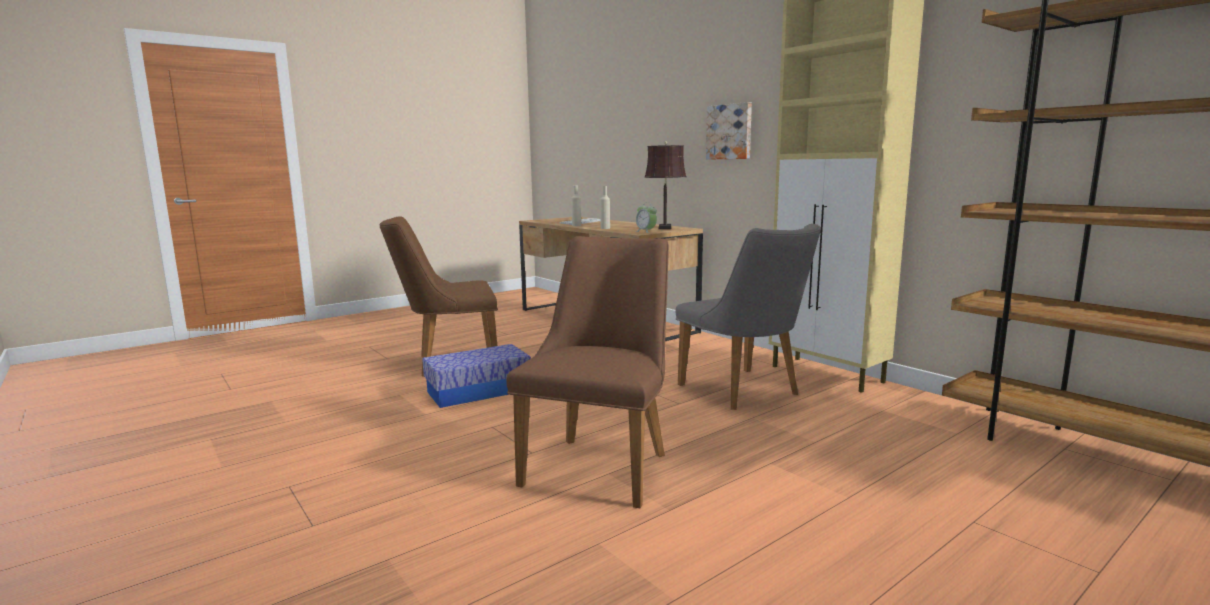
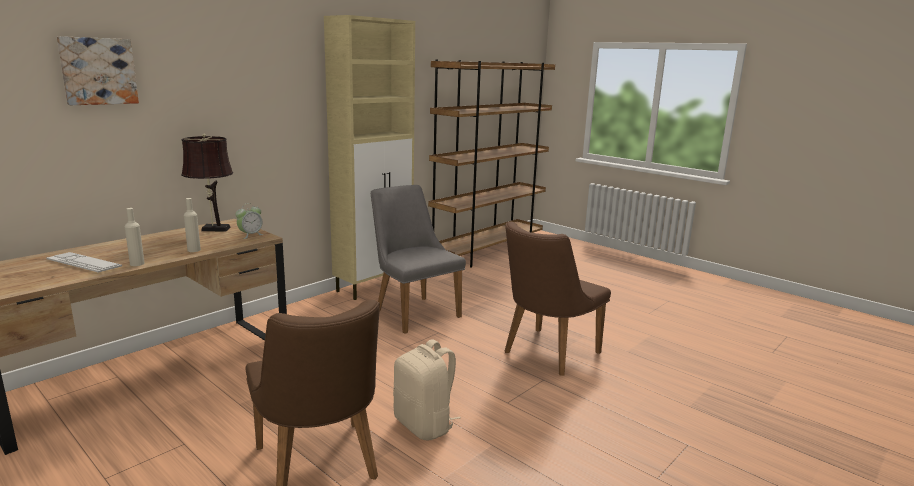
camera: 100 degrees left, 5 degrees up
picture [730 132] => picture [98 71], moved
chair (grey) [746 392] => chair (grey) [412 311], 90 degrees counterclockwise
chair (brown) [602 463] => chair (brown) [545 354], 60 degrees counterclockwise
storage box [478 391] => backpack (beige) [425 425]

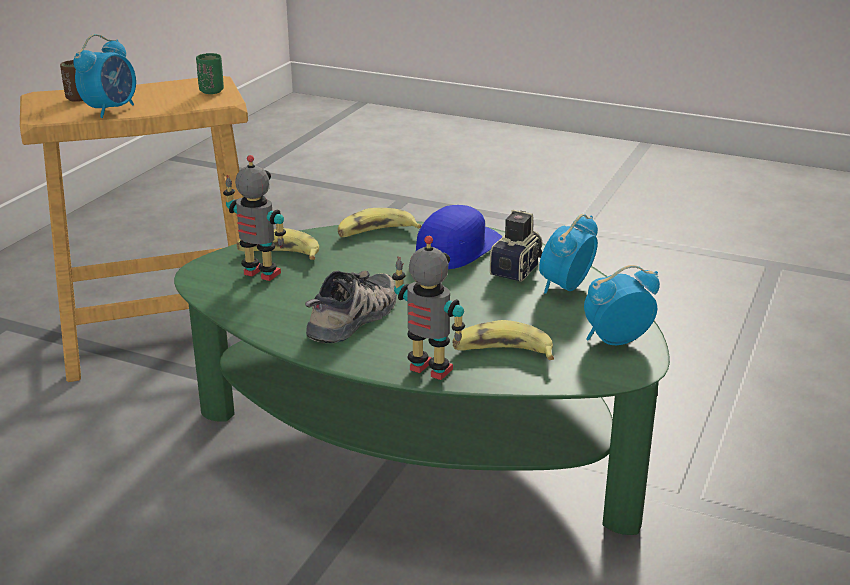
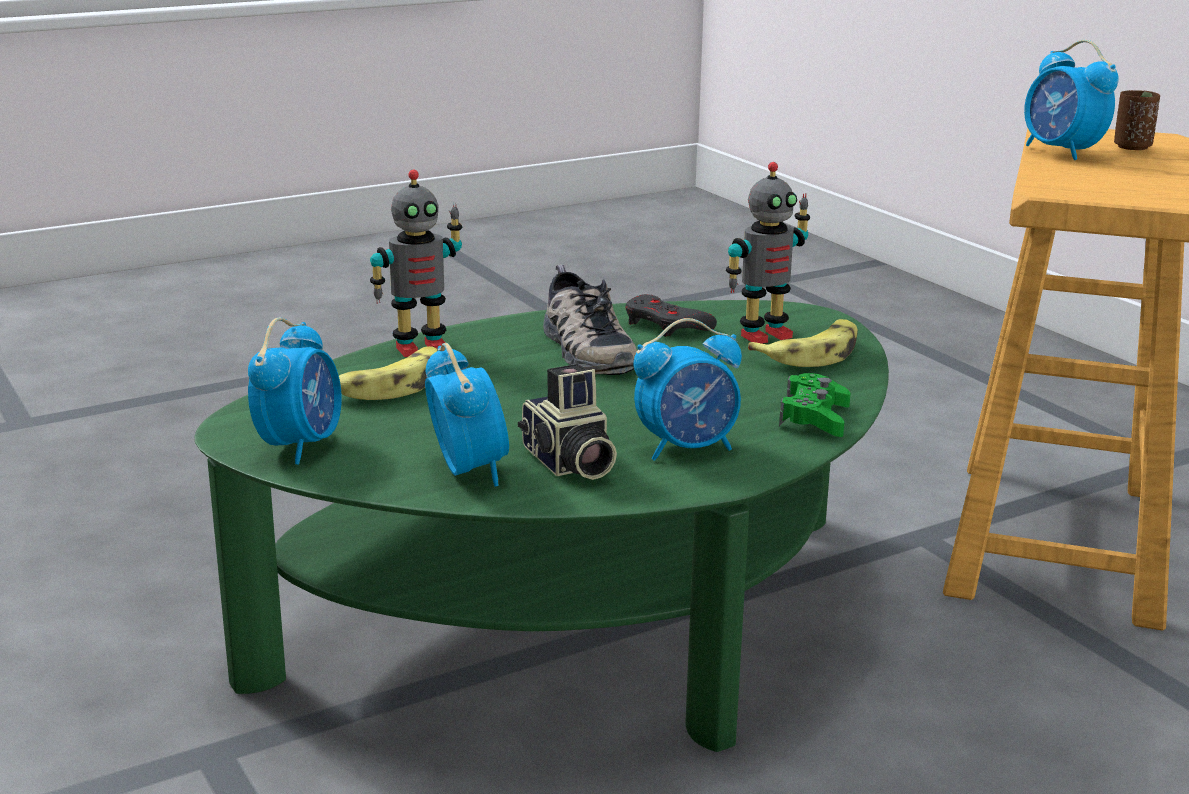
camera: 125 degrees right, 5 degrees down
cup (green) [211 91] => nothing
cap (blue) [458 249] => alarm clock [687 448]
banana [376 233] => game controller (green) [814 417]
nothing => game controller (grey) [666 325]

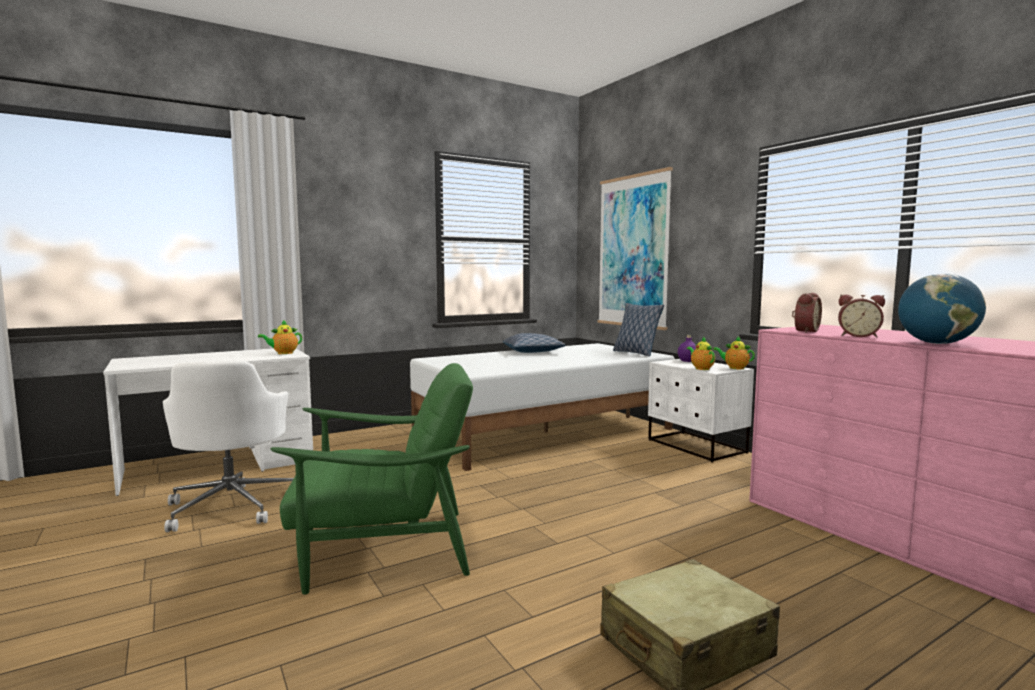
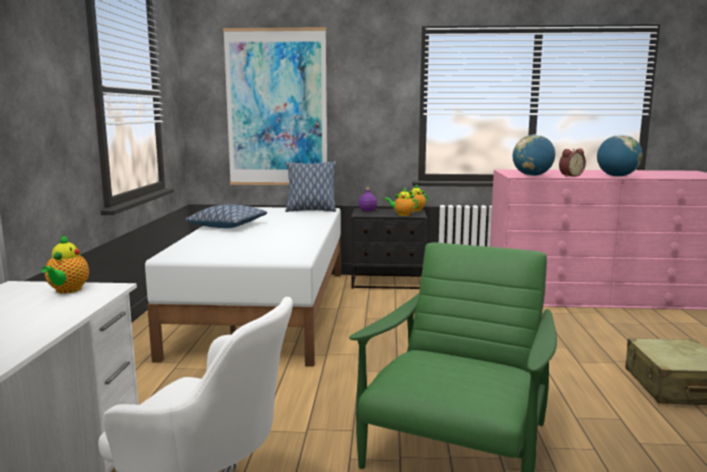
camera: 55 degrees left, 5 degrees up
alarm clock [804 331] => globe [532 175]
nightstand (white) [696 447] => nightstand (black) [388 283]

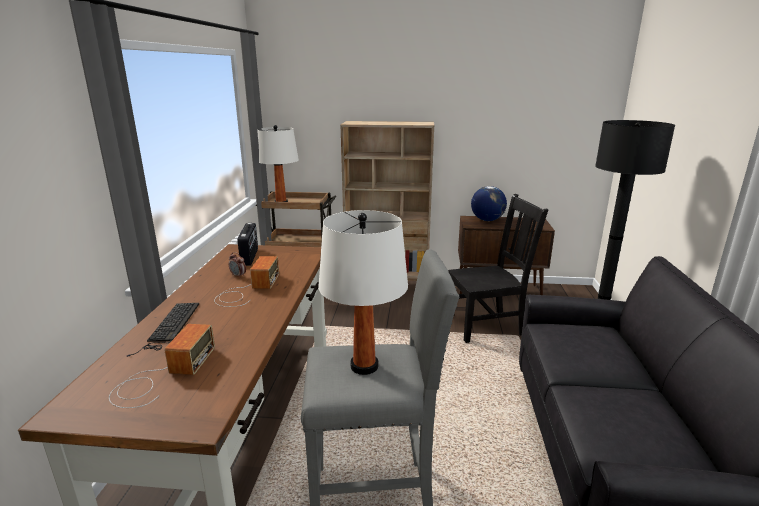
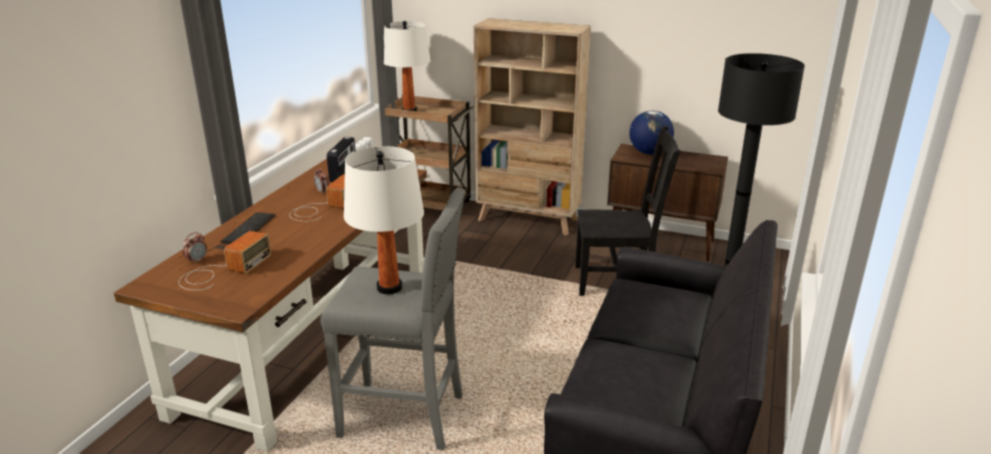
camera: 15 degrees right, 5 degrees up
nothing => alarm clock [197 261]

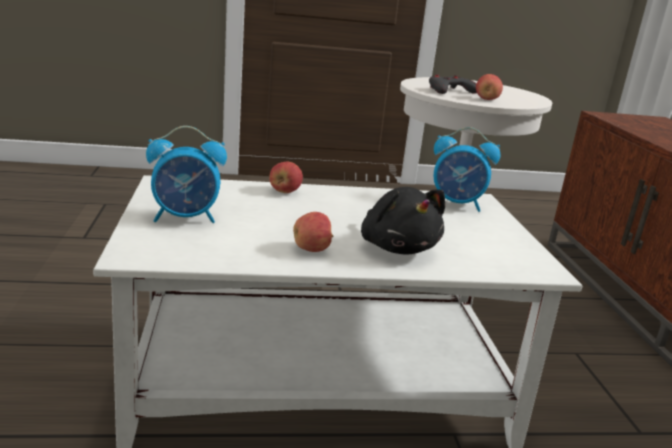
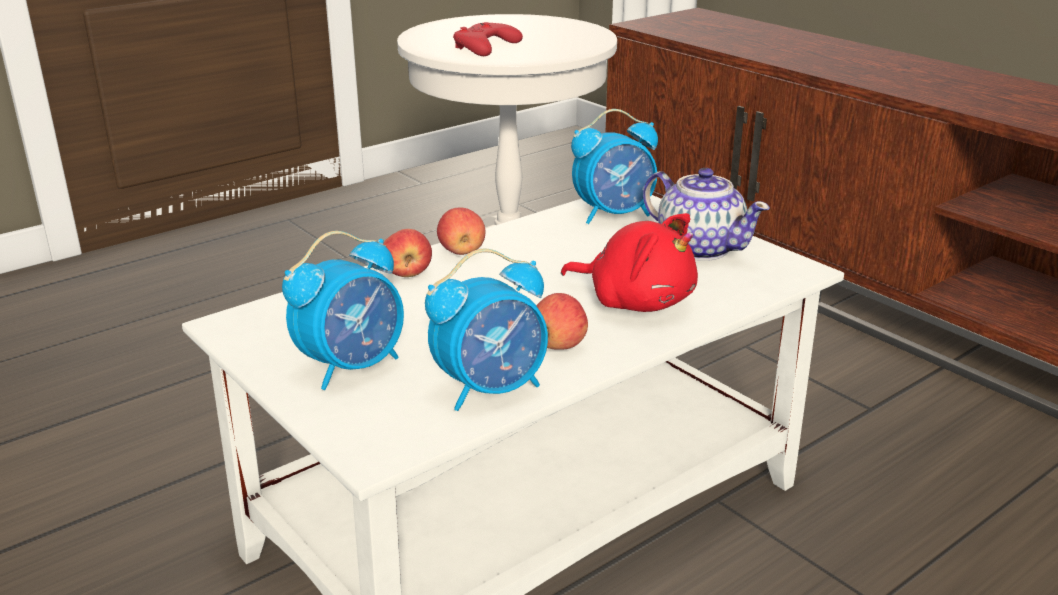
camera: 30 degrees left, 5 degrees up
game controller (grey) [450 91] => game controller (red) [485 47]
apple [486 99] => apple [461 252], moved
plush toy (black) [397 247] => plush toy (red) [636 301]
nothing => teapot [699 248]
nothing => alarm clock [491 389]

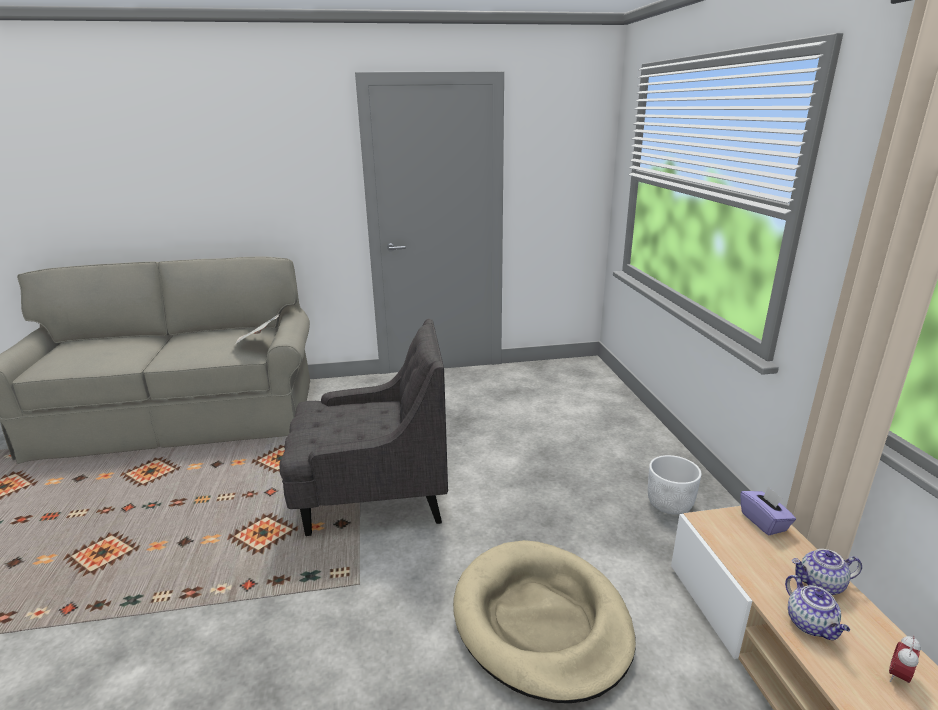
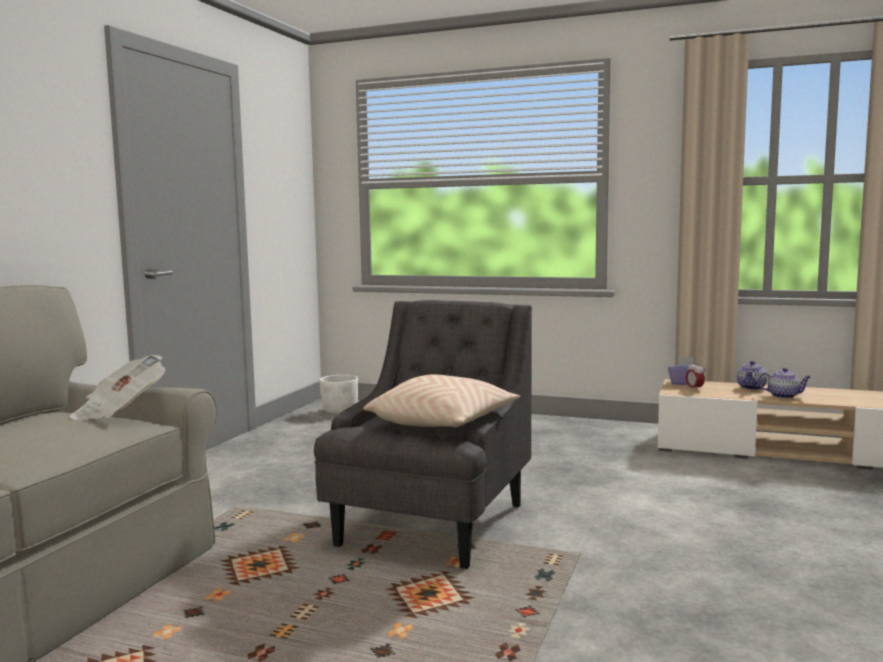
camera: 60 degrees left, 15 degrees down
planter (white) [669 504] => planter (white) [339 411], moved
dog bed (beige) [541 621] => nothing
alarm clock [898 676] => alarm clock [694 389], moved
nothing => pillow (beige) [443 424]

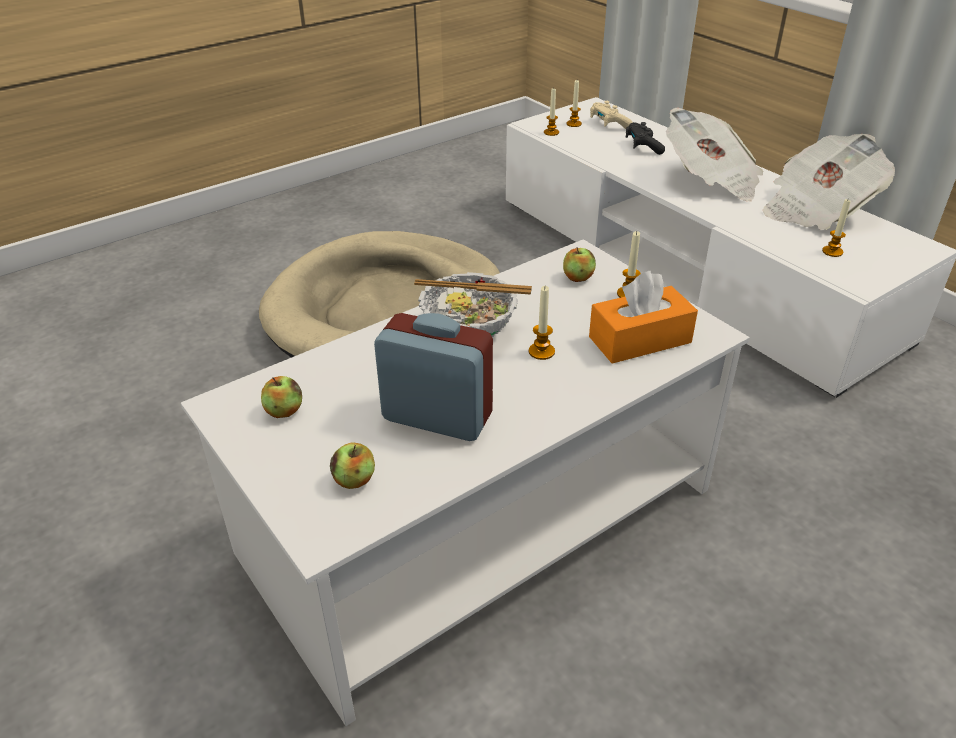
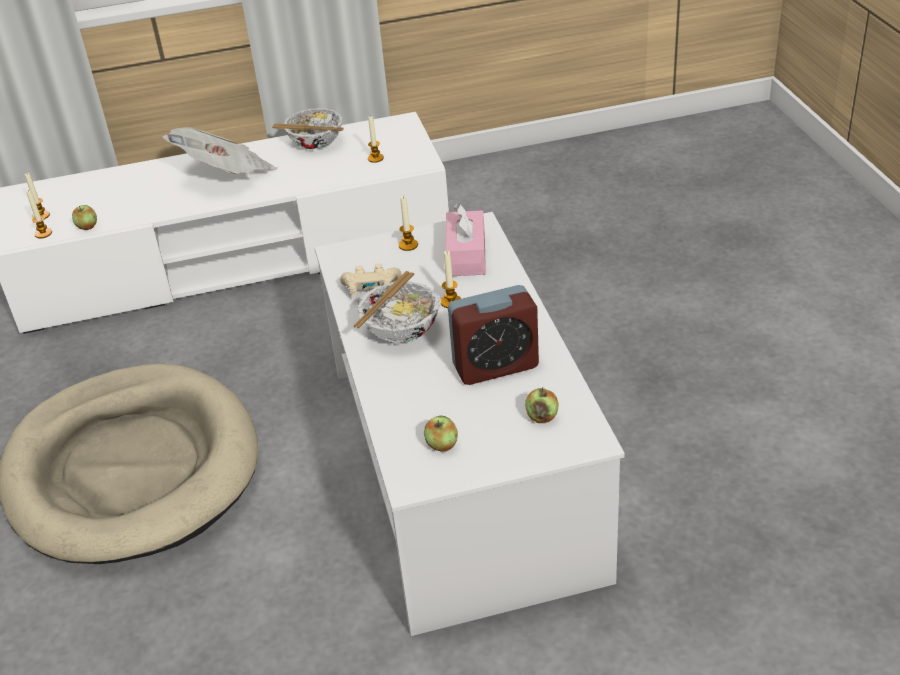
camera: 65 degrees left, 0 degrees up
game controller (beige) [609 124] => game controller (beige) [371 289], moved
game controller (black) [643 147] => nothing
newspaper [817 209] => bowl [316 144]
apple [578 277] => apple [87 227], moved
tissue box (orange) [640 340] => tissue box (pink) [466 255]
alarm clock [437 417] => alarm clock [495 366], 150 degrees counterclockwise

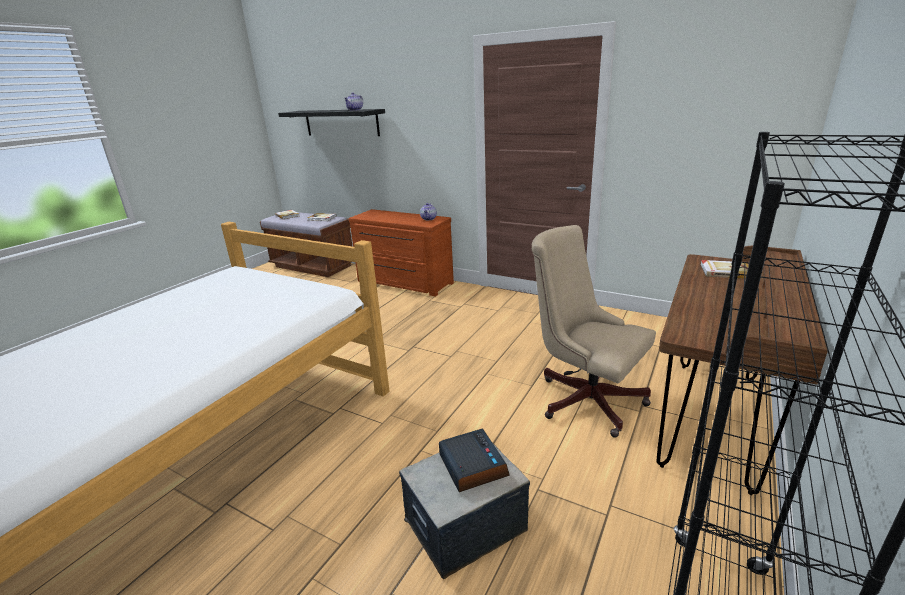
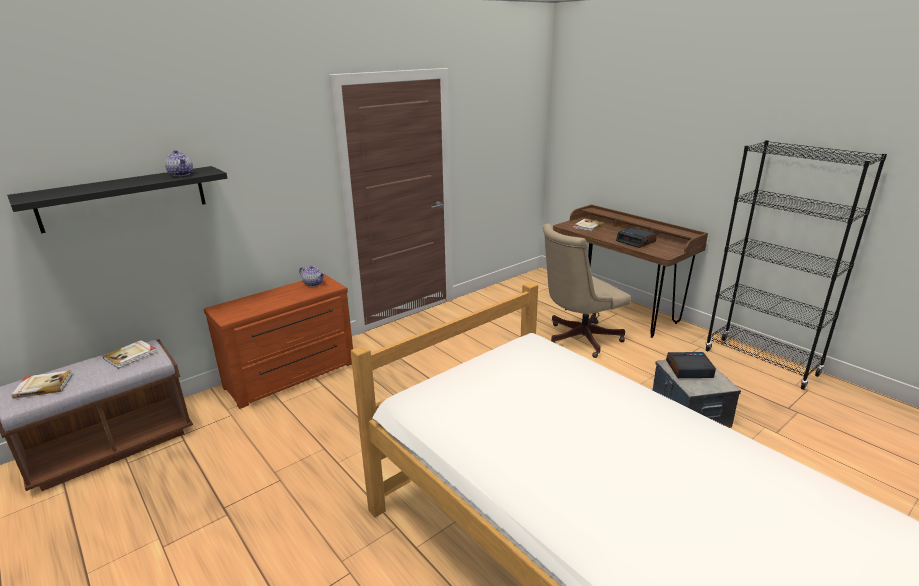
camera: 70 degrees left, 0 degrees up
nothing => alarm clock [636 241]

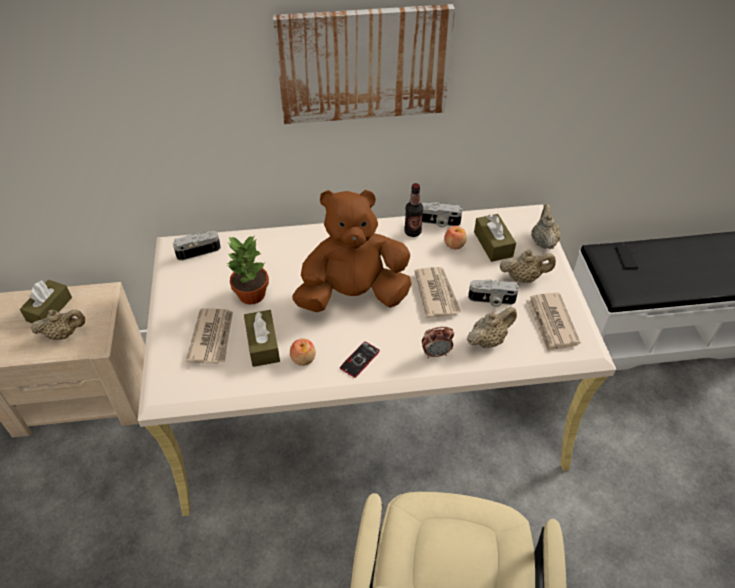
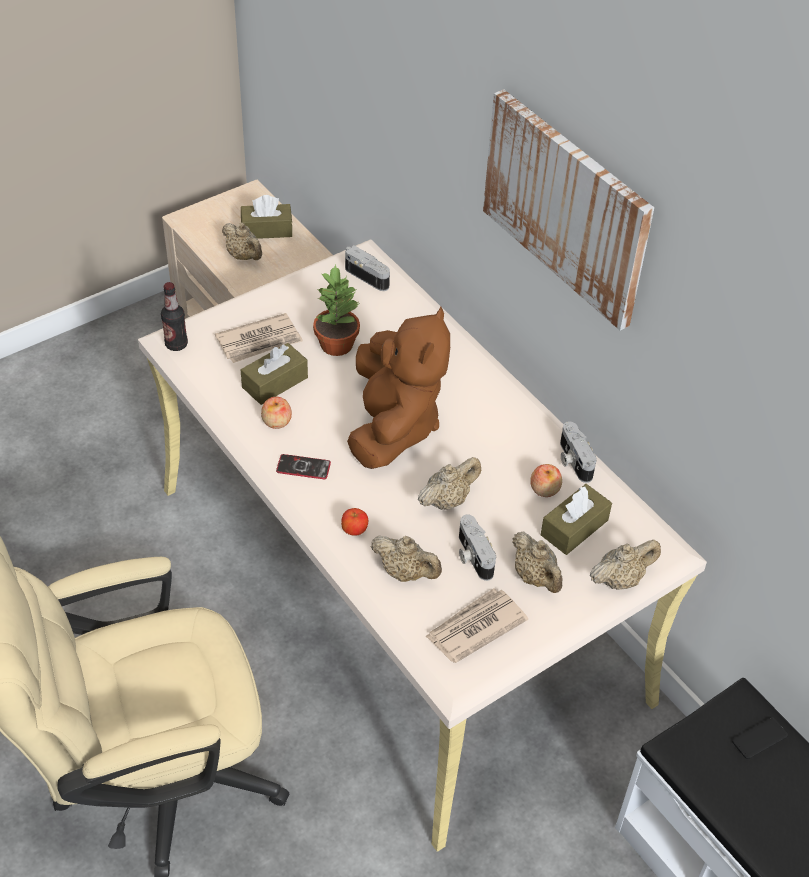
camera: 60 degrees right, 0 degrees up
bottle [412 232] => bottle [176 344], moved
plush toy (brown) [353 295] => plush toy (brown) [393 426], 45 degrees clockwise
newspaper [437 293] => teapot (beige) [447 500]
alarm clock [436 353] => apple [354 530]

